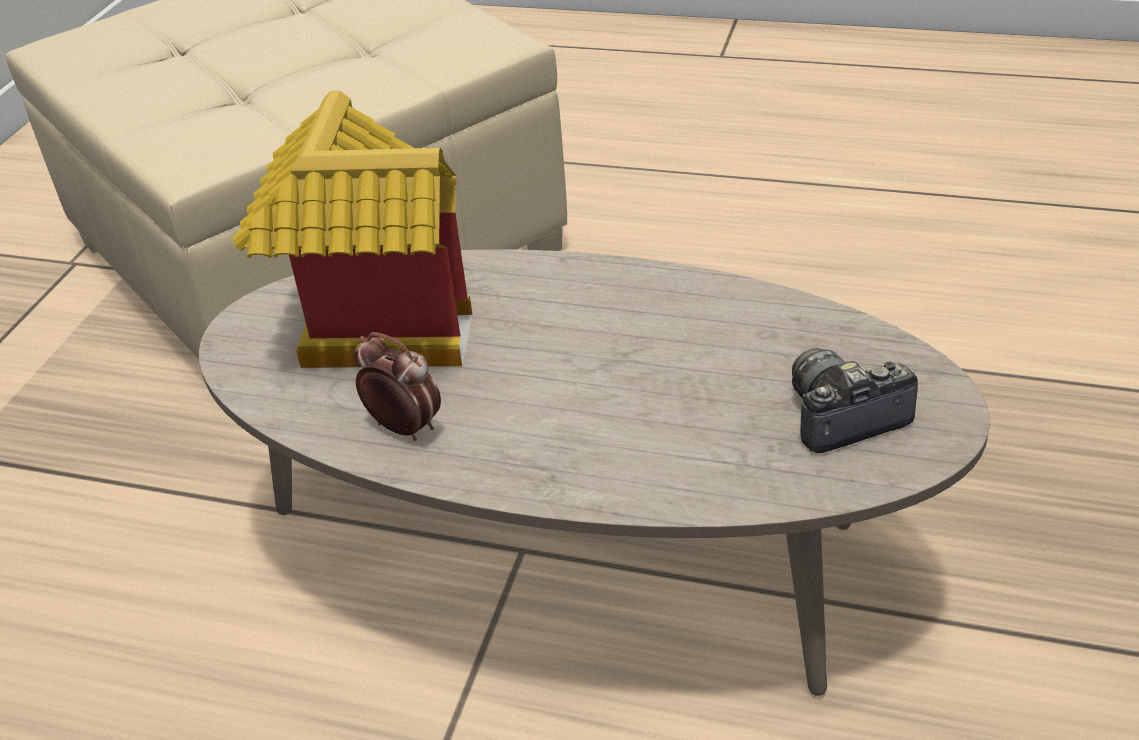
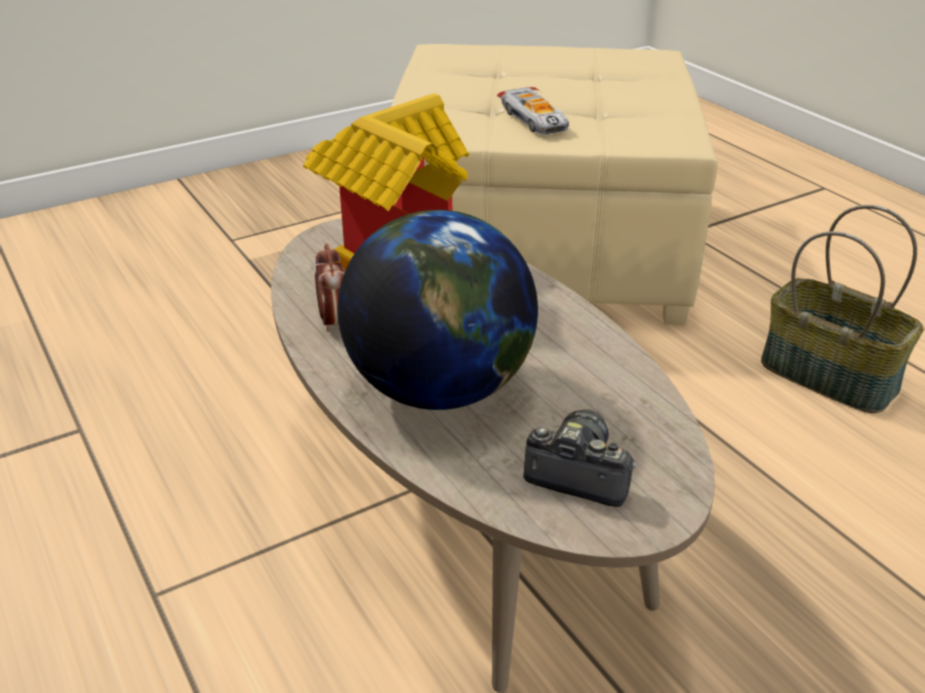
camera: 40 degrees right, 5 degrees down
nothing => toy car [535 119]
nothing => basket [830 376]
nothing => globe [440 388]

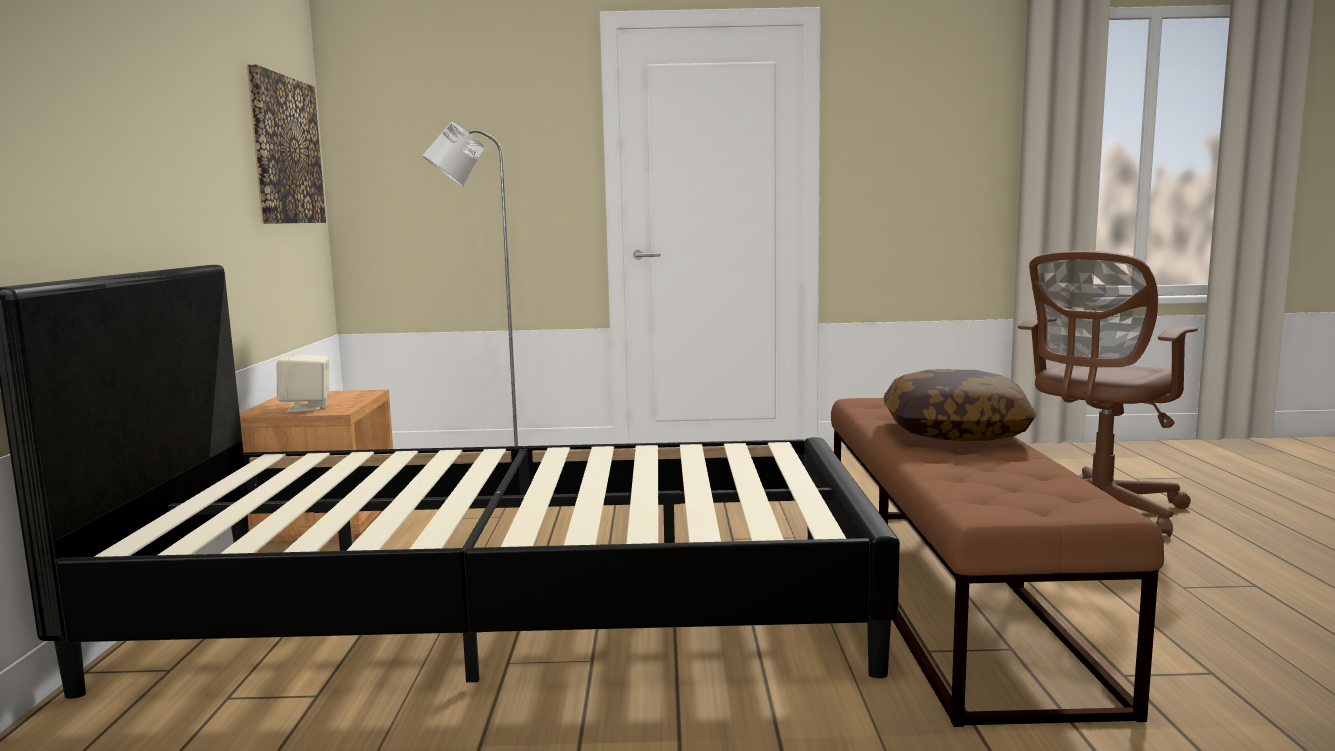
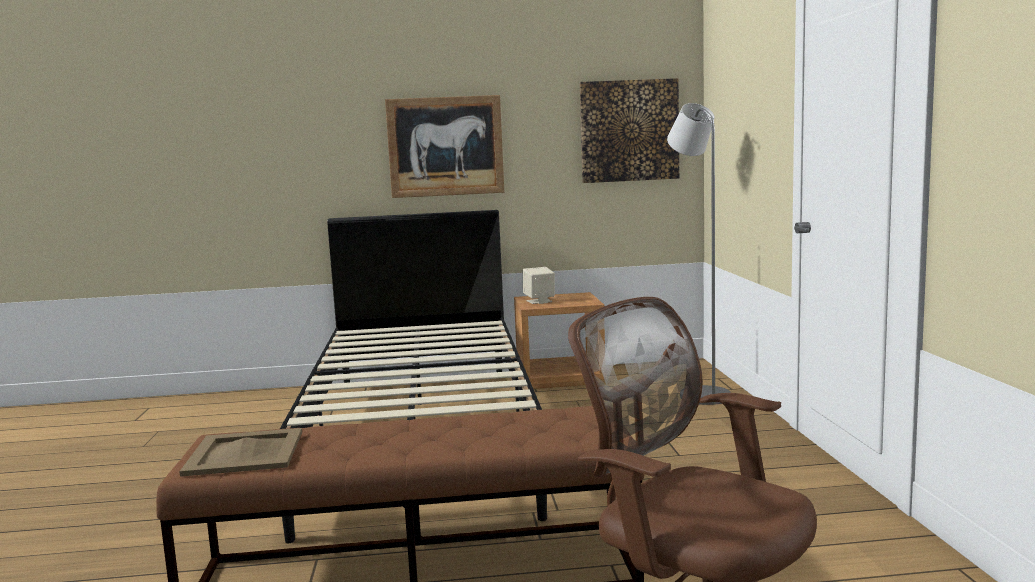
camera: 85 degrees right, 0 degrees up
pillow [954 433] => nothing
nothing => picture [445 146]
nothing => tray (beige) [244 453]

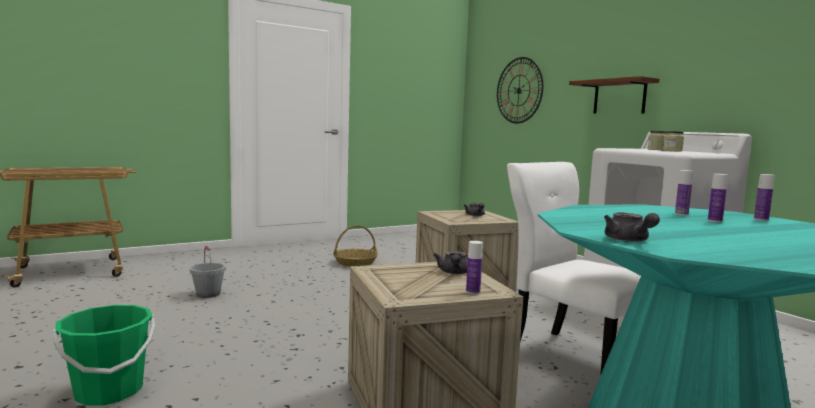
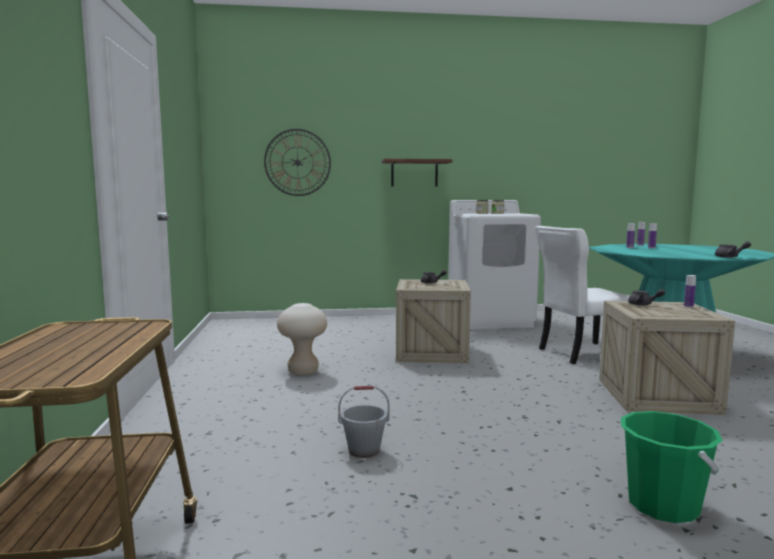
camera: 65 degrees left, 0 degrees up
basket [355 262] => stool (beige) [303 372]

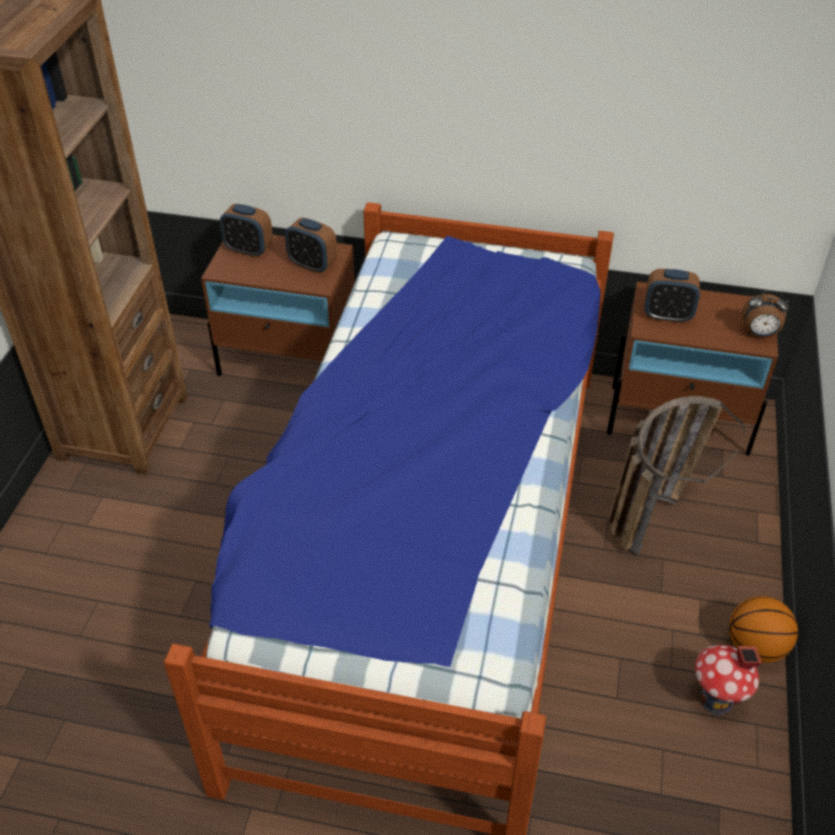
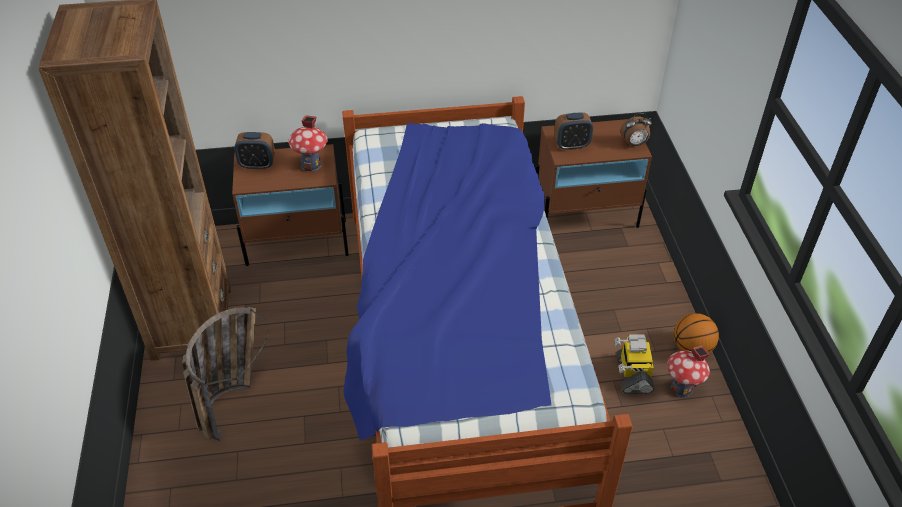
camera: 20 degrees left, 0 degrees up
alarm clock [312 265] => toy house [311 165]
basket [653 511] => basket [232 399], moved
nothing => toy robot [632 374]

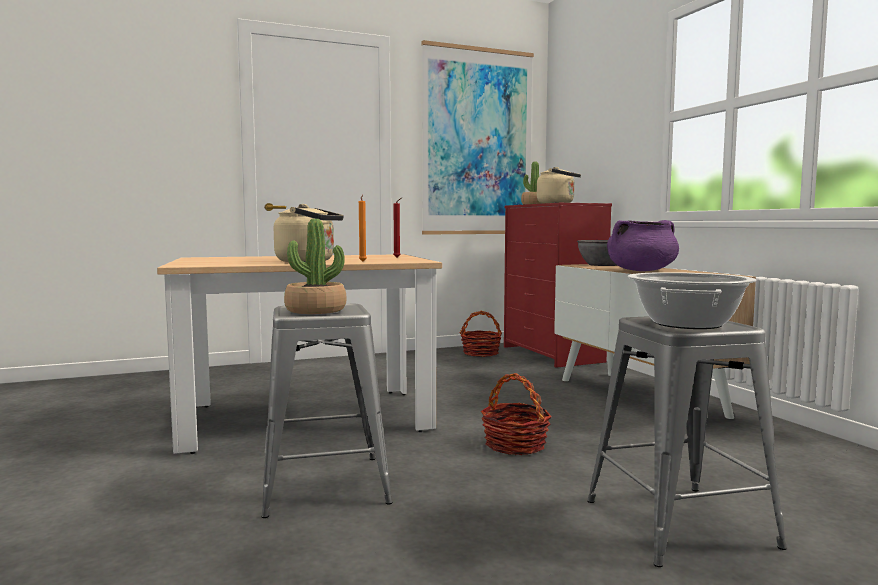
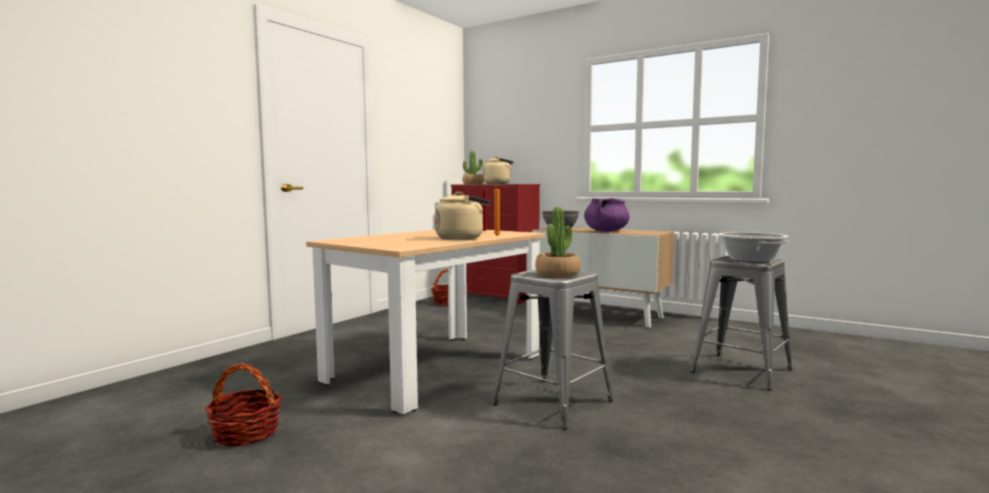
camera: 35 degrees left, 0 degrees up
picture [477 142] => nothing
basket [515 445] => basket [245 433], moved

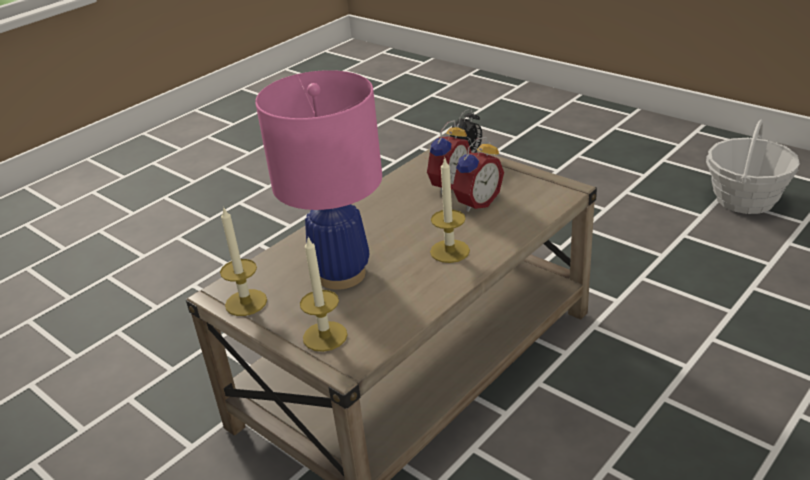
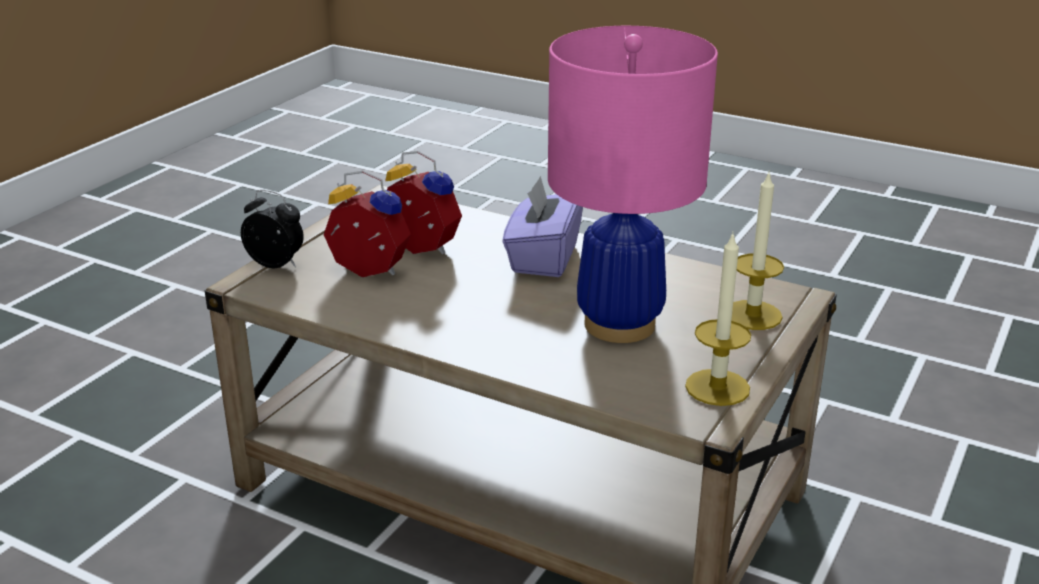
camera: 105 degrees left, 5 degrees down
basket [745 199] => nothing
candle [449 251] => tissue box (purple) [543 258]

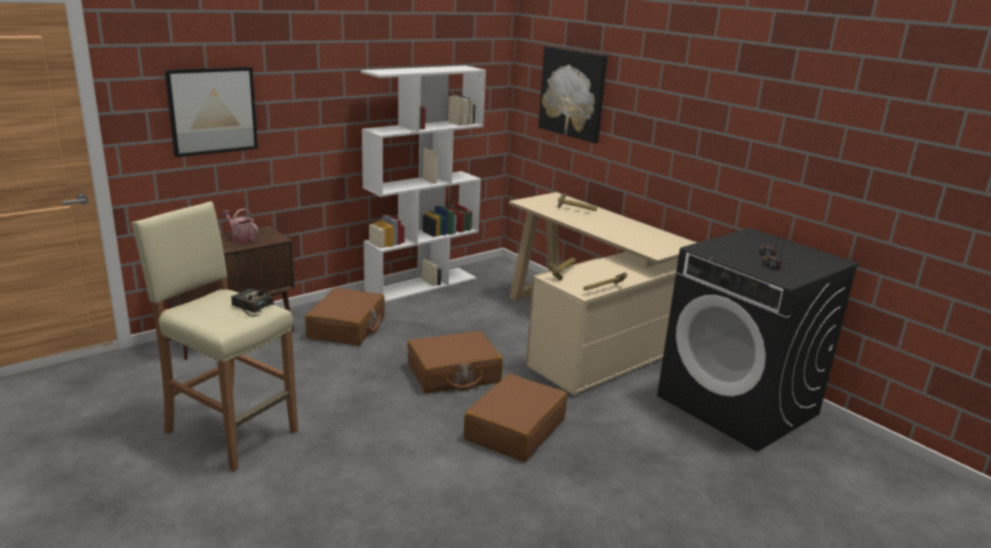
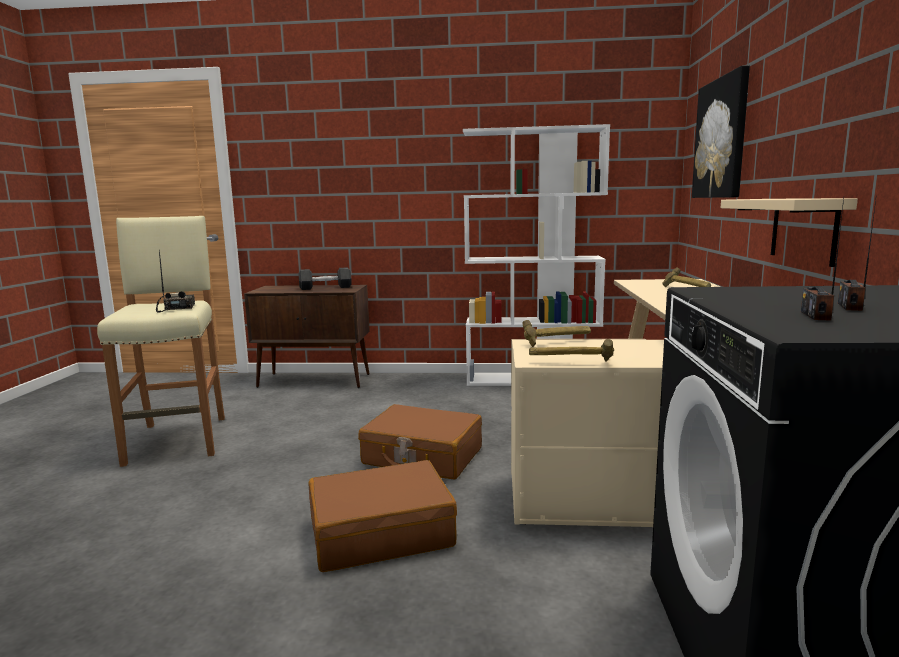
camera: 45 degrees right, 10 degrees down
picture [212 111] => nothing
watering can [241 238] => dumbbell (black) [325 288]
suitcase (brown) [347 327] => nothing
nothing => shelf (beige) [803 229]

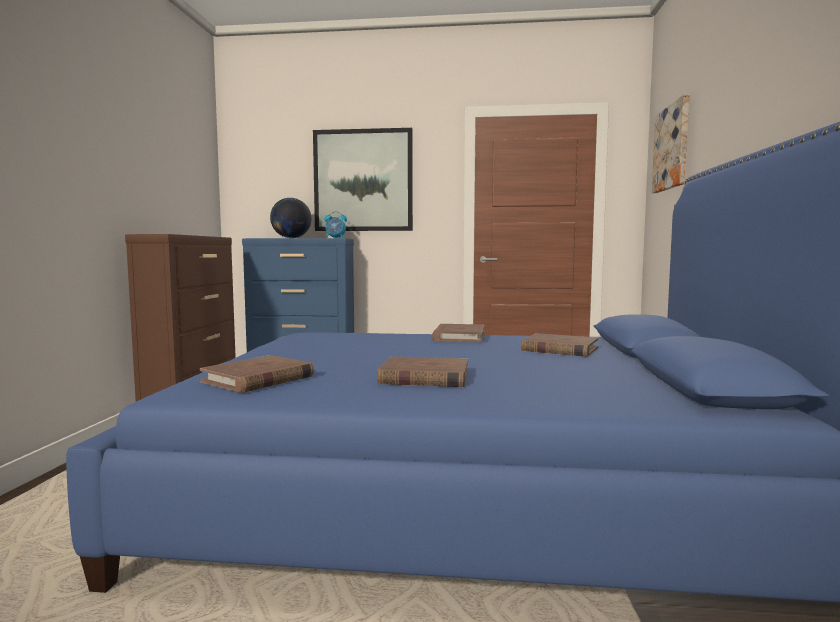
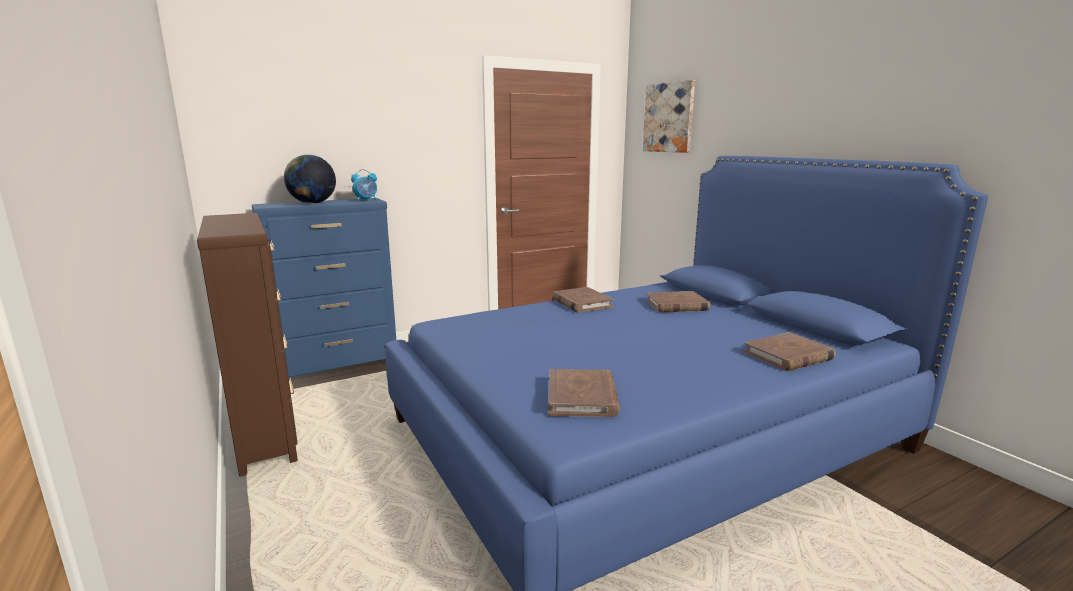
camera: 35 degrees left, 10 degrees up
picture [363 180] => nothing
book (brown) [424 377] => book (brown) [788 356], moved

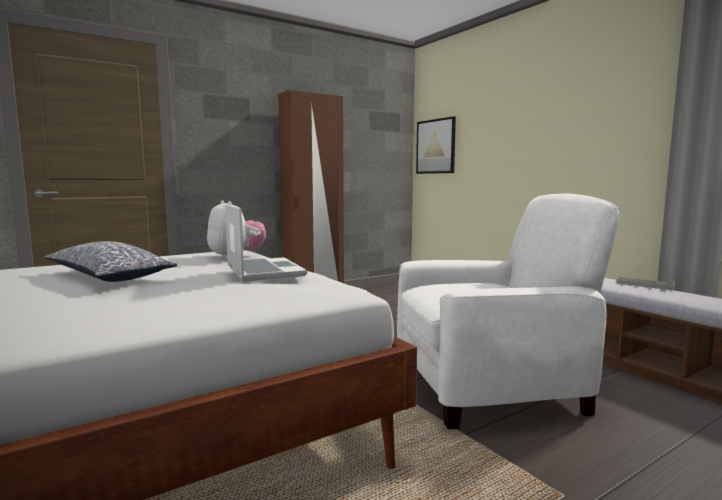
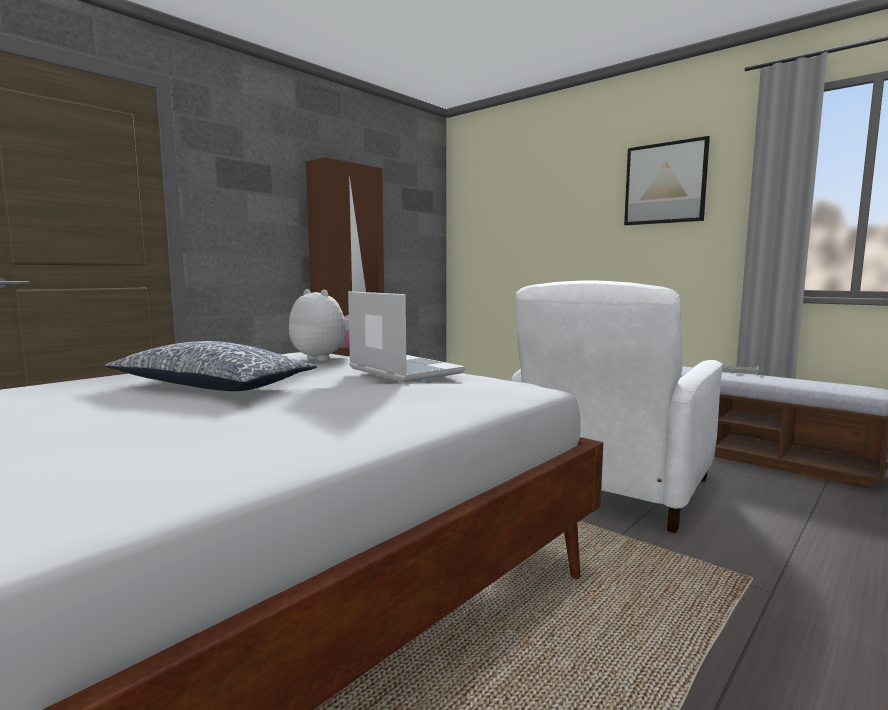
camera: 15 degrees left, 0 degrees up
picture [435 146] => picture [665 183], moved
armchair (white) [490 387] => armchair (white) [610 486], 150 degrees clockwise

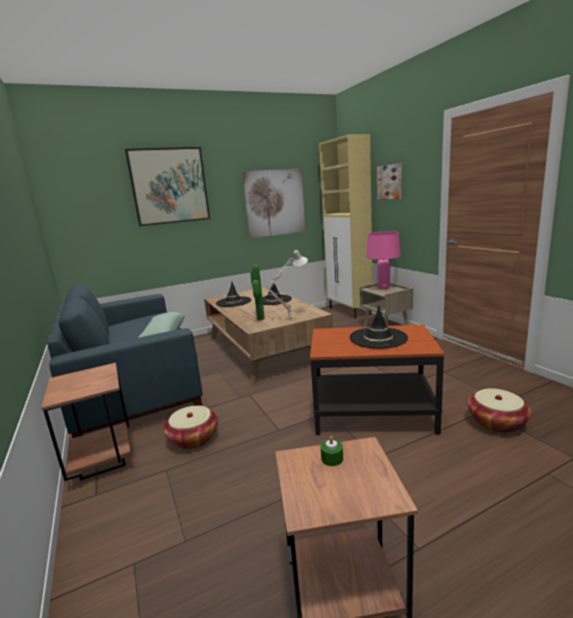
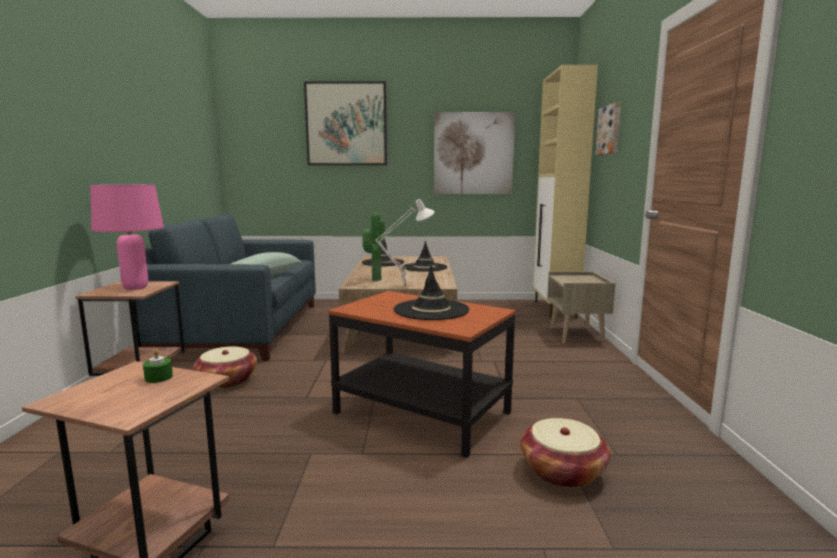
camera: 25 degrees right, 5 degrees down
table lamp (pink) [383 288] => table lamp (pink) [135 288], moved

